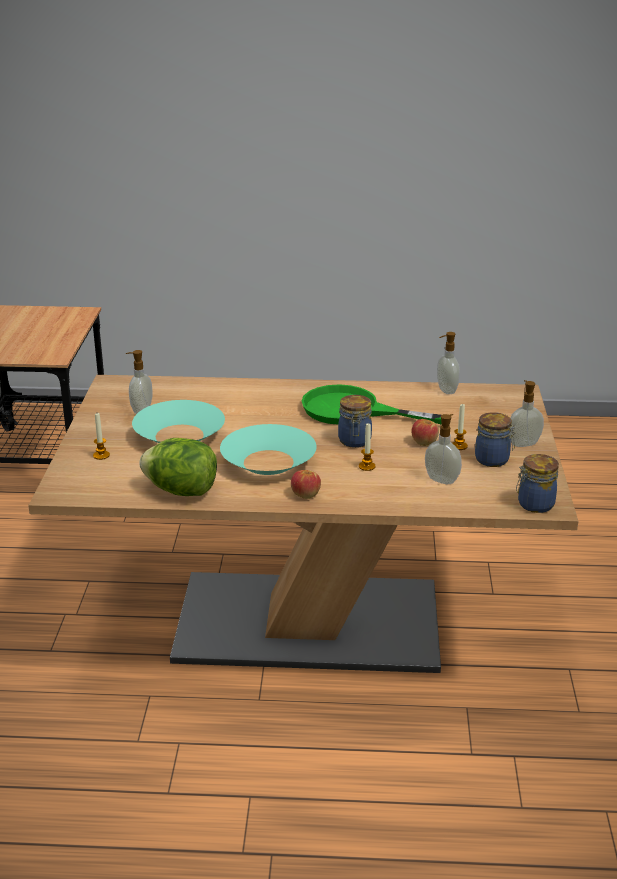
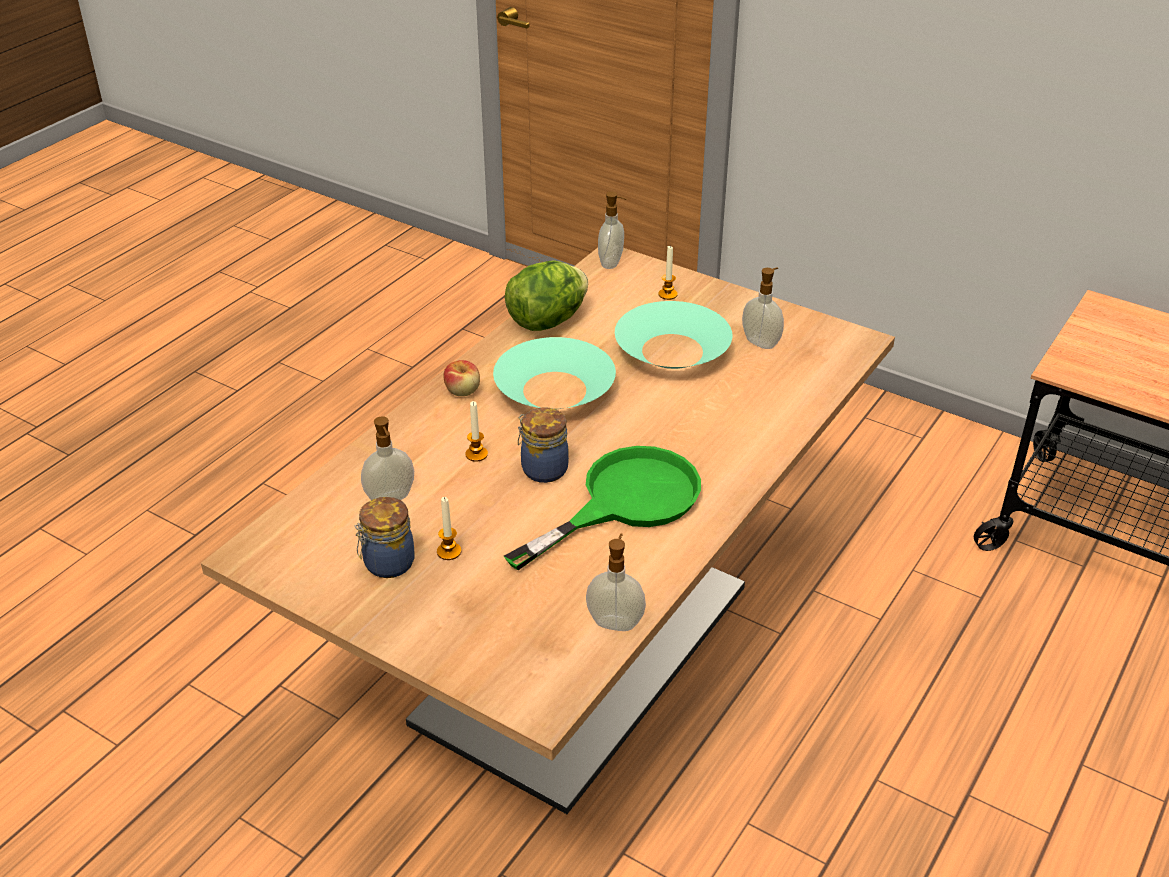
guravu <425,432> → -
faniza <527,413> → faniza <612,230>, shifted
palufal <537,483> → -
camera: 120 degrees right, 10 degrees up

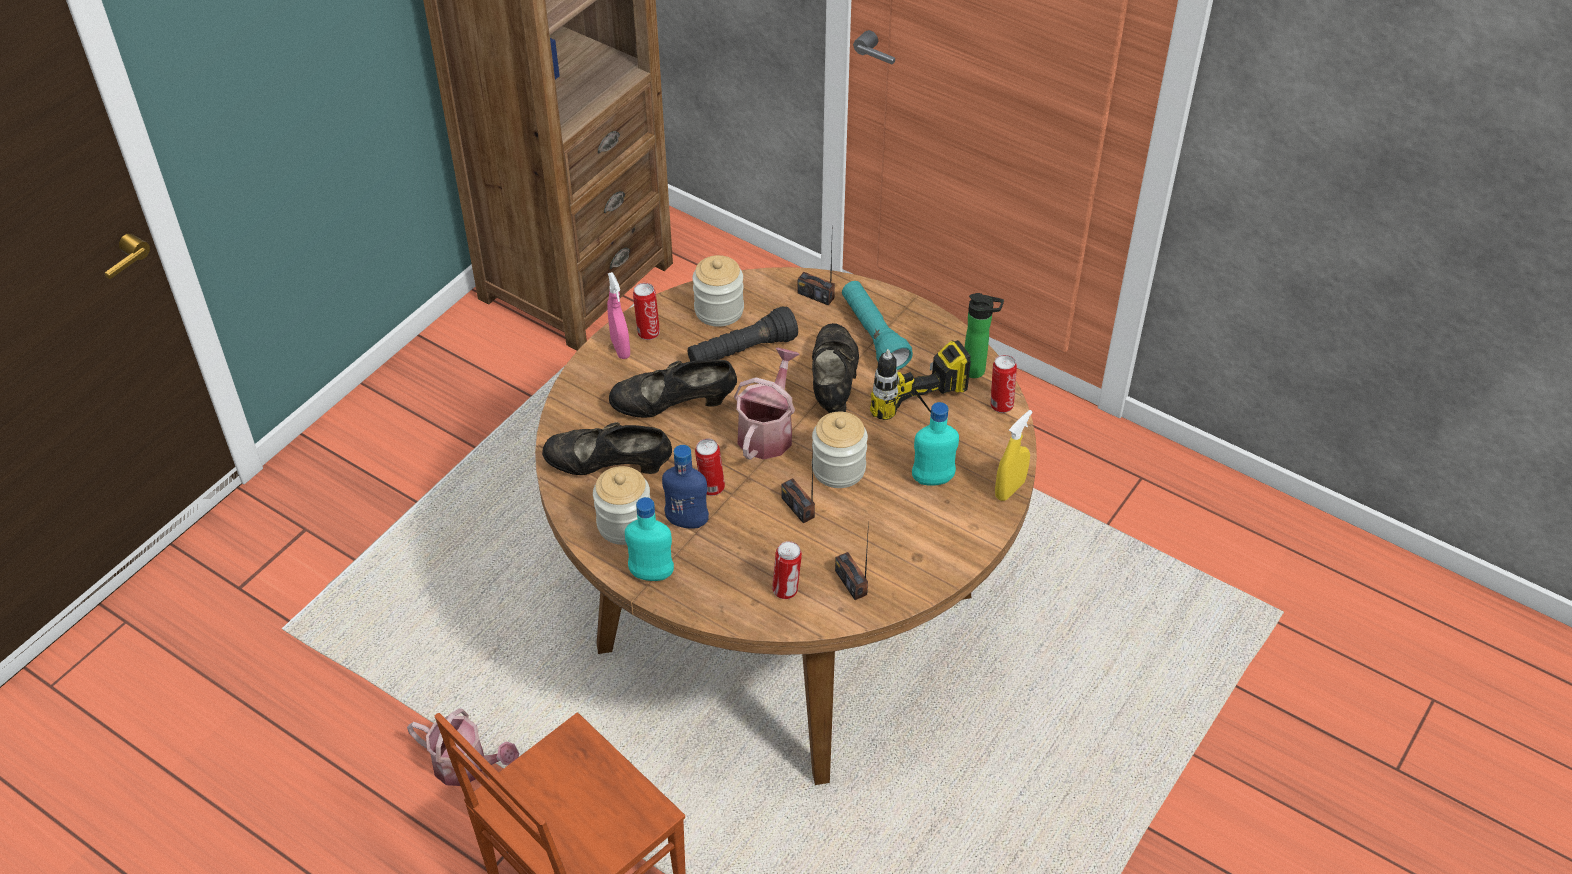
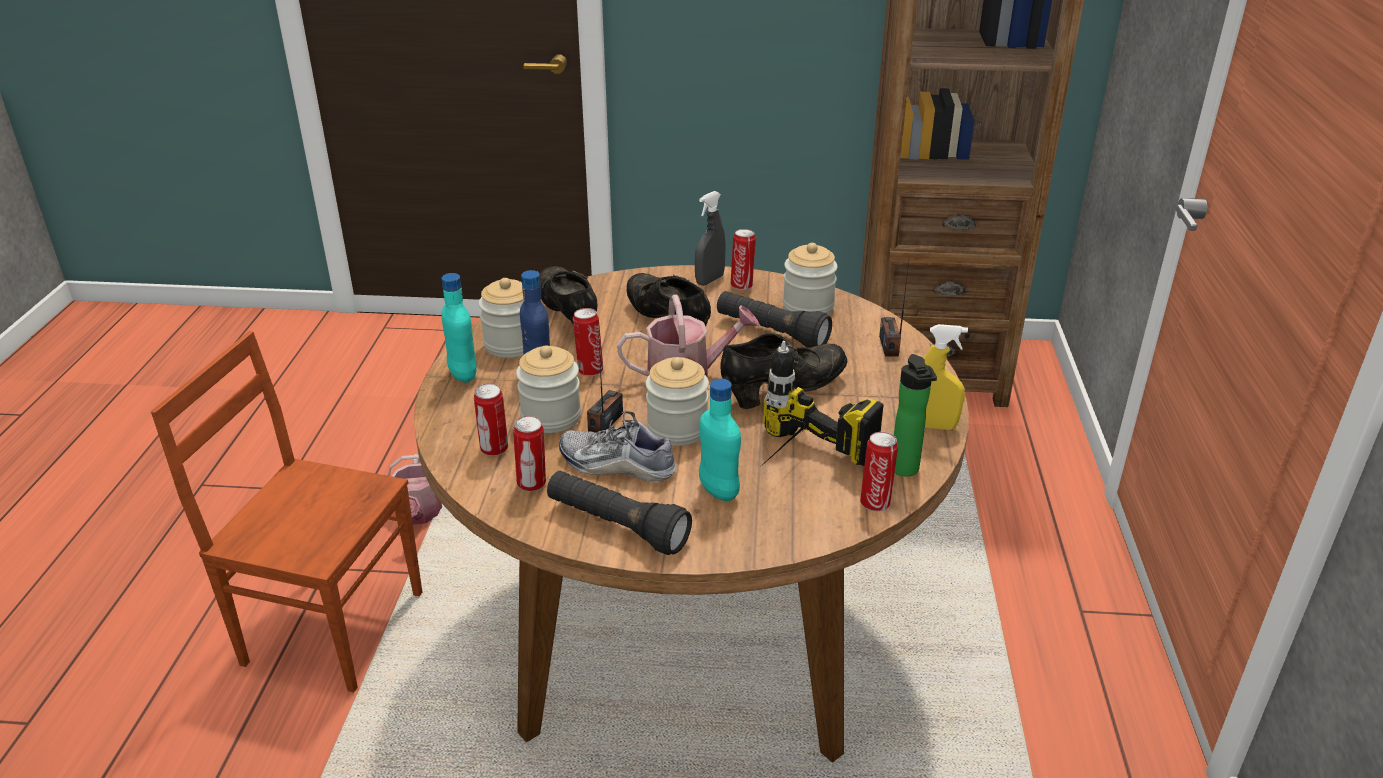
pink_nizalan <618,315> → grey_nizalan <710,238>
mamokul <852,560> → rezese <529,454>
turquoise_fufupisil <877,325> → -
yellow_nizalan <1013,455> → yellow_nizalan <946,377>, shifted
- → palufal <548,389>
- → black_fufupisil <619,513>
- → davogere <617,446>
camera: 60 degrees right, 15 degrees down

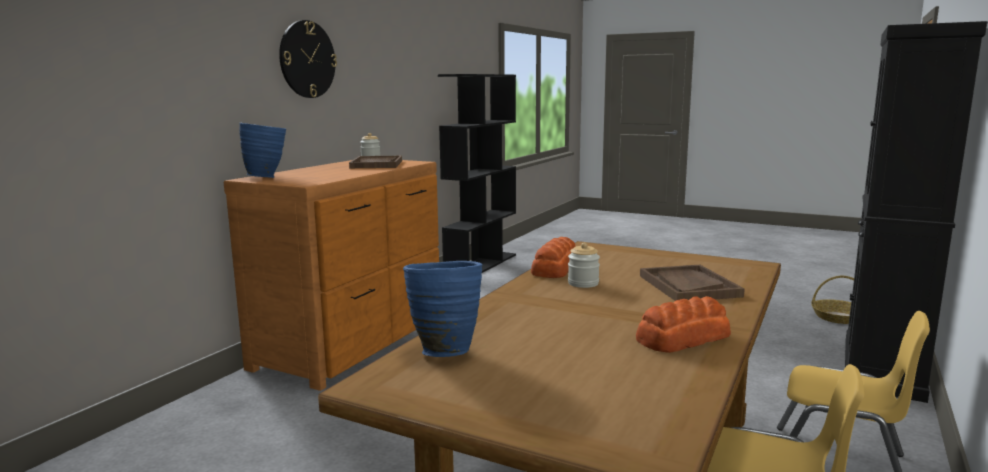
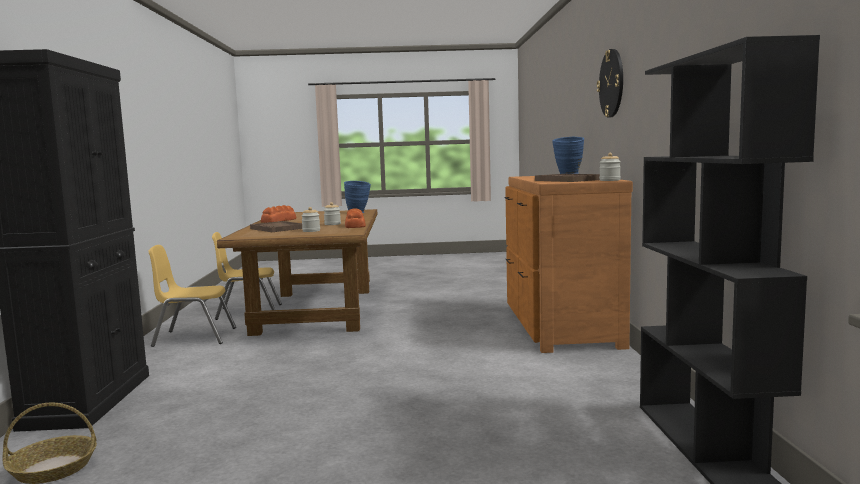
- → palufal <310,219>
camera: 150 degrees right, 5 degrees down

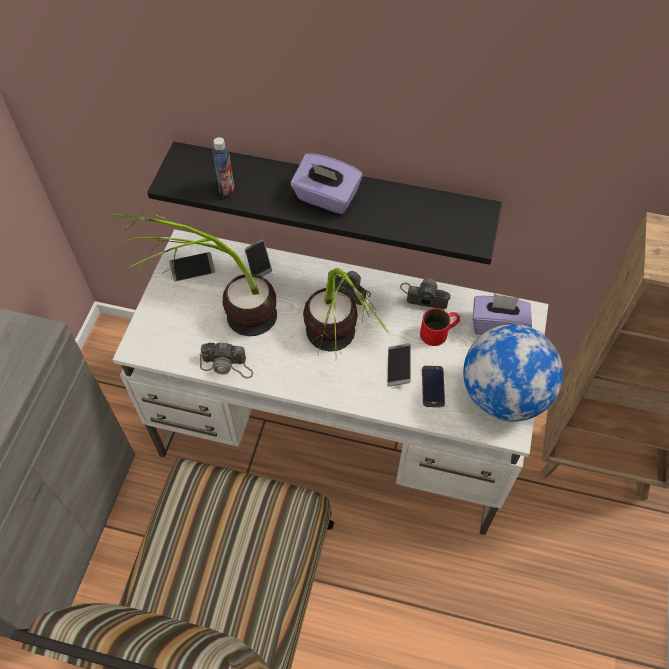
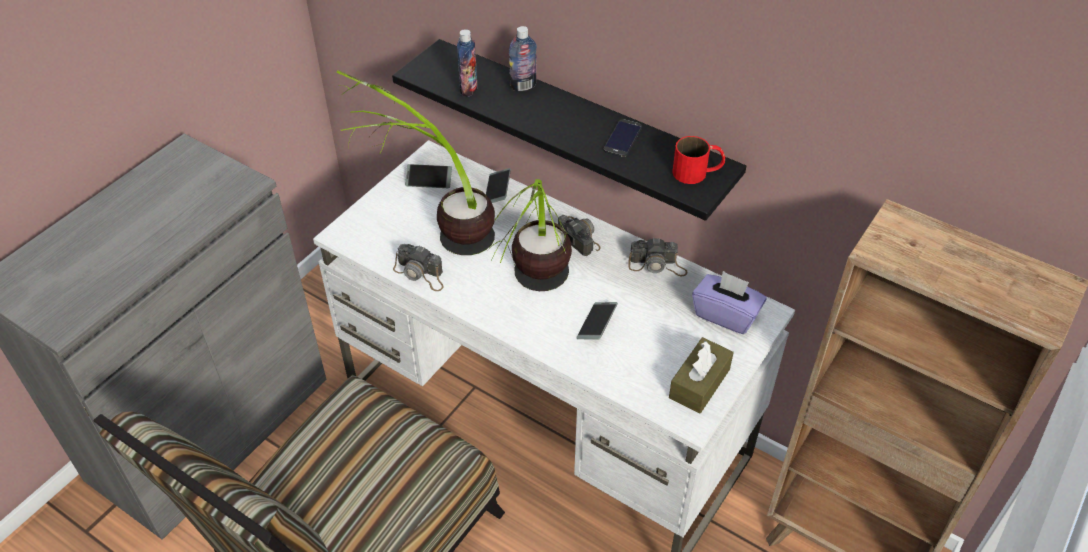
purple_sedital <327,183> → -
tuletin <425,293> → tuletin <657,257>, 150 degrees clockwise
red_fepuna <440,327> → red_fepuna <698,160>, shifted
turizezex <433,386> → turizezex <623,138>, shifted
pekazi <513,373> → brown_sedital <701,375>
- → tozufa <523,58>
camera: 20 degrees right, 10 degrees down

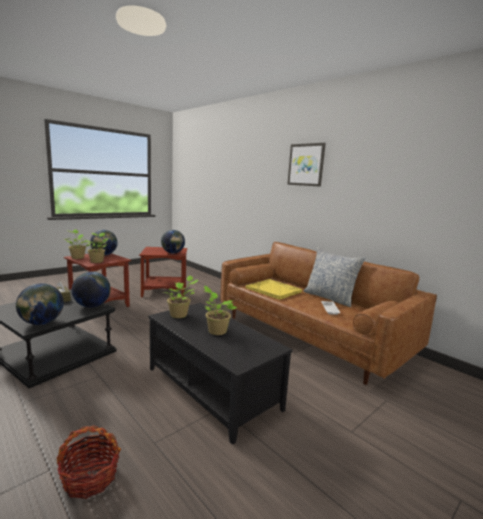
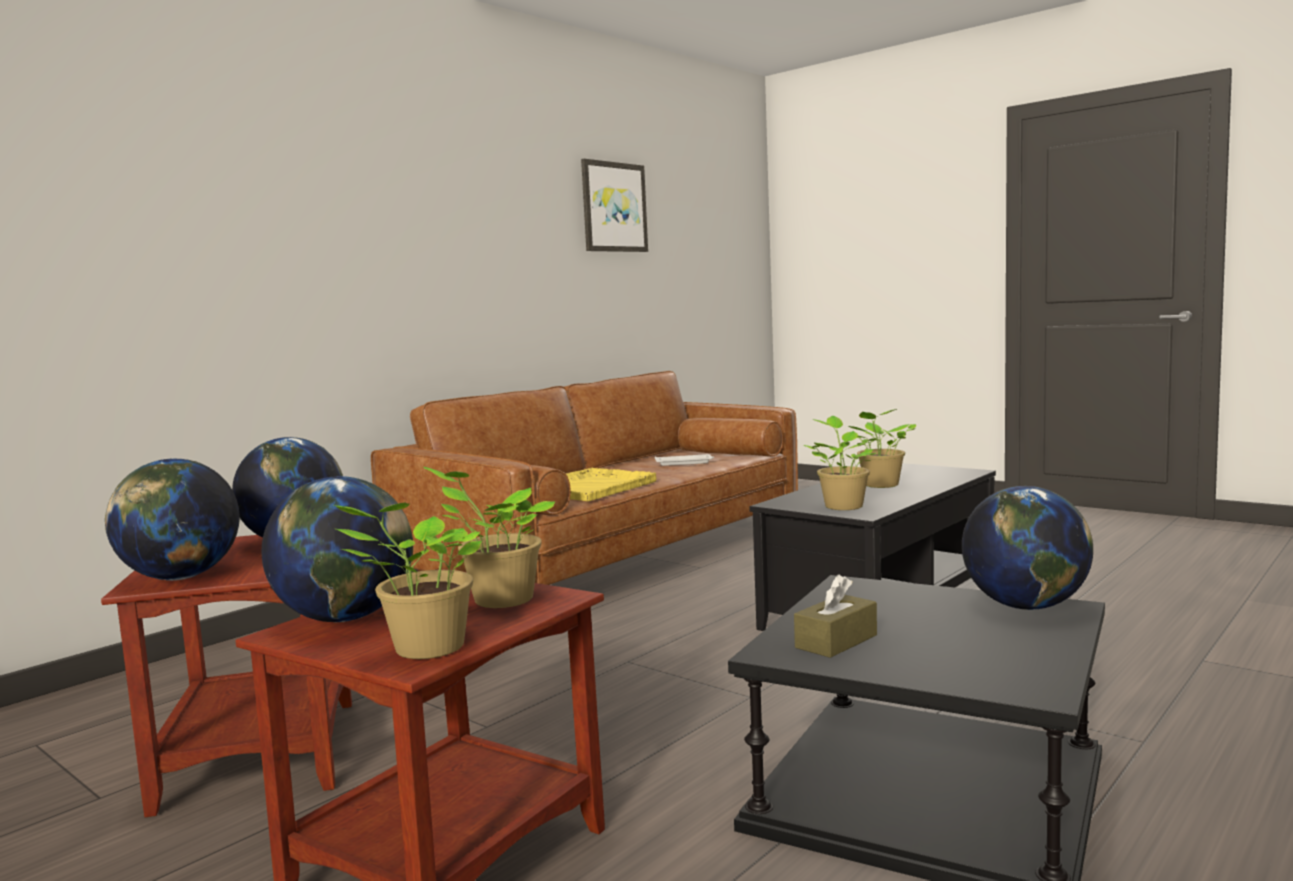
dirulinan <89,462> → -
pekazi <91,290> → pekazi <172,519>, shifted
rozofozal <306,165> → rozofozal <614,205>, shifted
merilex <334,277> → -
camera: 95 degrees left, 5 degrees down

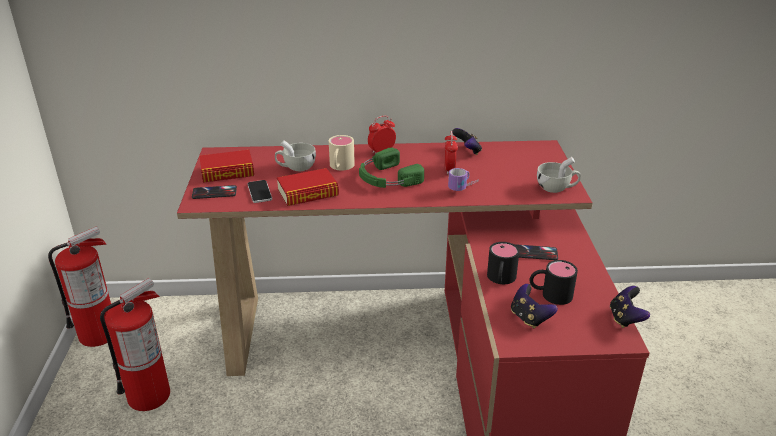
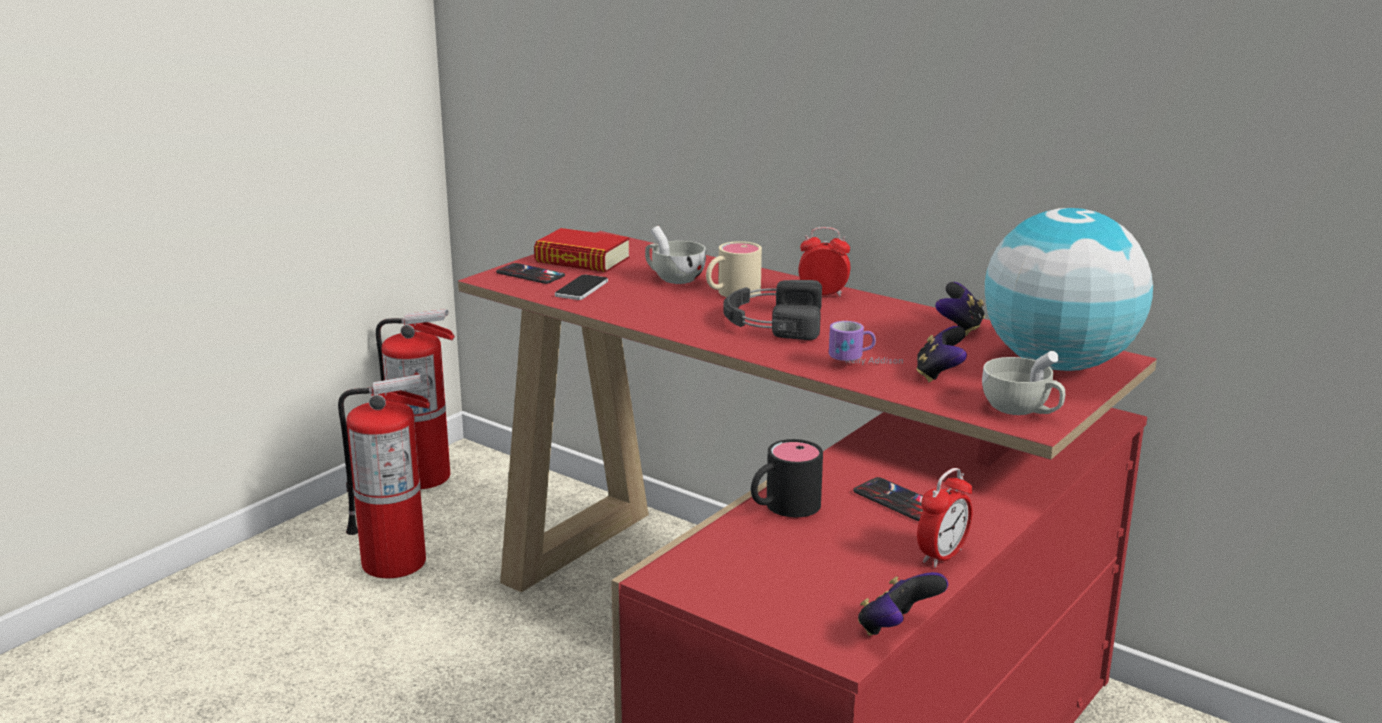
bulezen <308,187> → -
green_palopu <391,168> → black_palopu <772,310>
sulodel <451,153> → sulodel <945,517>, shifted
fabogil <534,306> → fabogil <941,354>, shifted
black_fepuna <554,282> → -
- → pekazi <1069,289>
camera: 40 degrees right, 10 degrees down

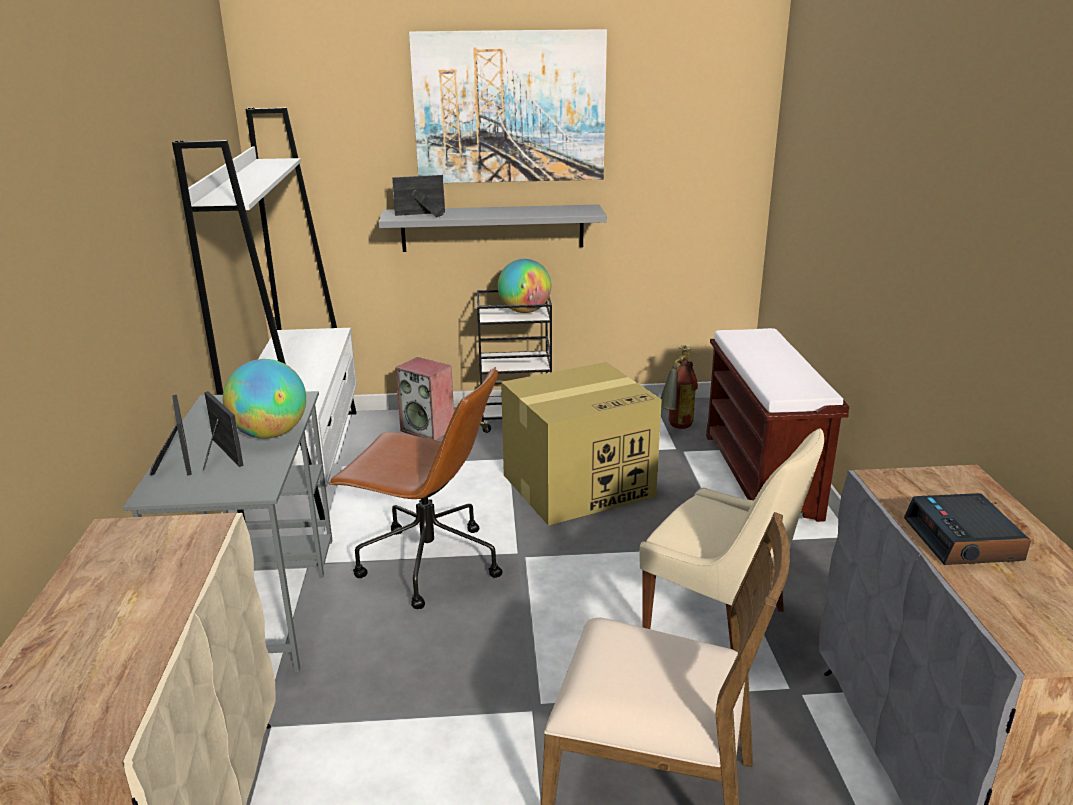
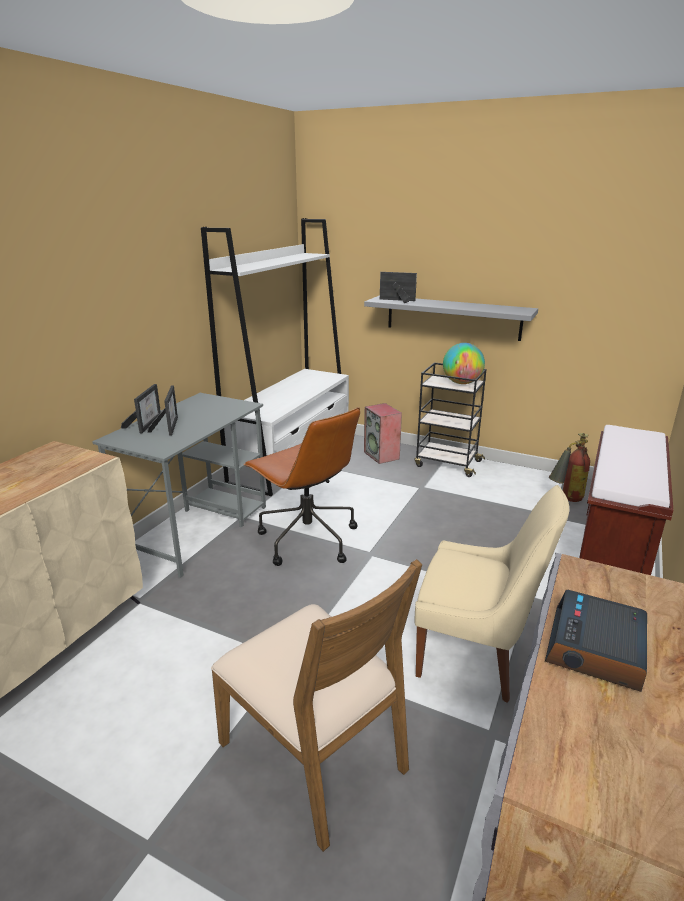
pekazi <264,399> → -
rozofozal <508,106> → -
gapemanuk <581,443> → -
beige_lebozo <732,538> → beige_lebozo <492,594>, 45 degrees counterclockwise
camera: 30 degrees right, 0 degrees up

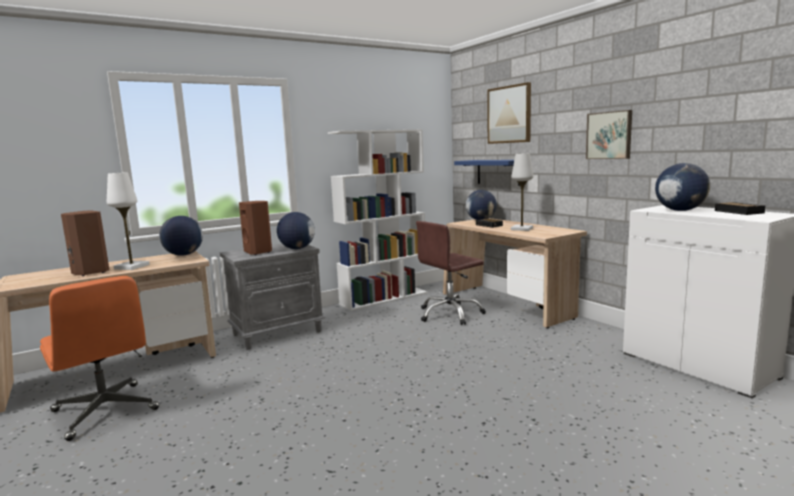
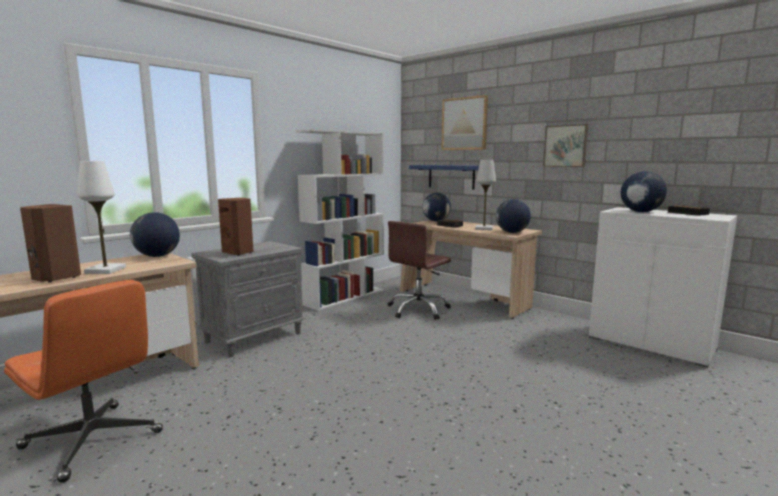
pekazi <296,230> → pekazi <513,216>, shifted
camera: 15 degrees left, 0 degrees up

